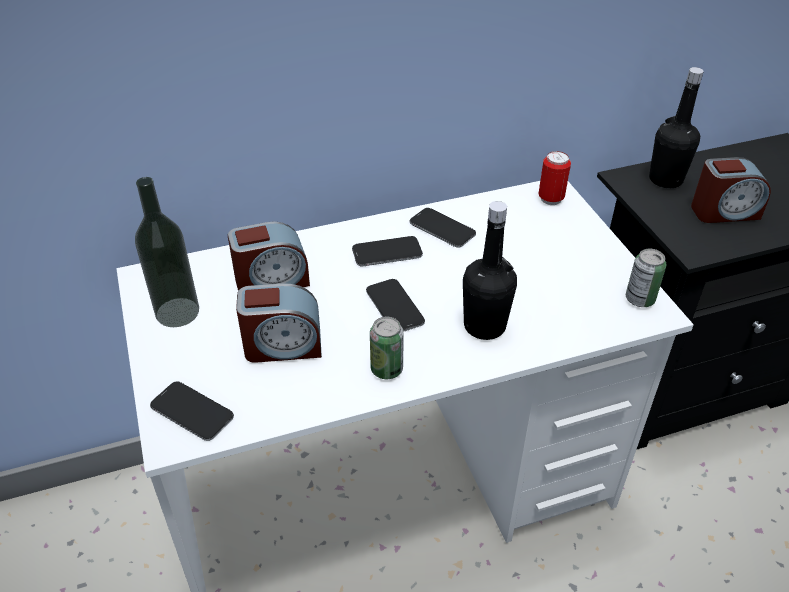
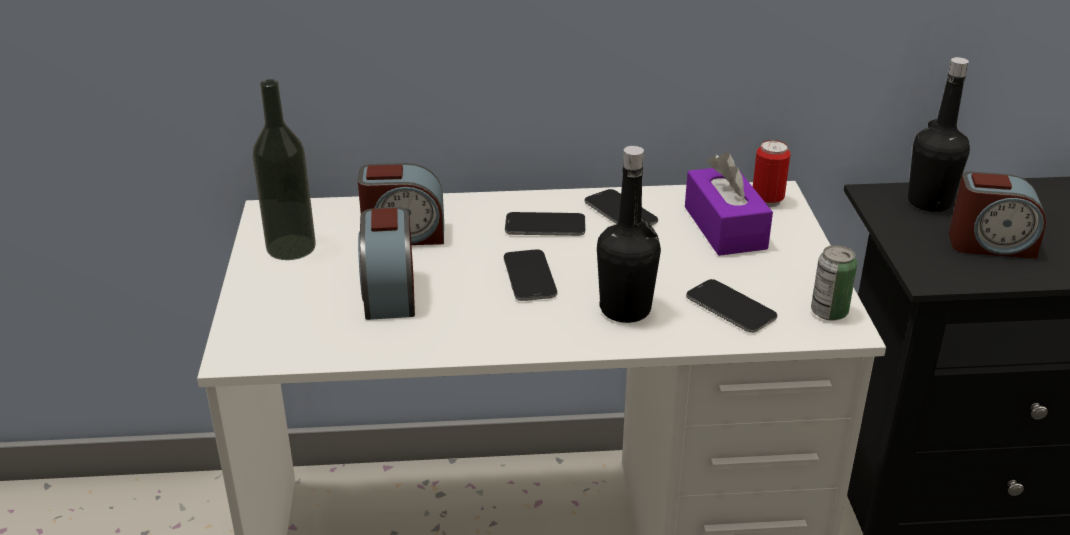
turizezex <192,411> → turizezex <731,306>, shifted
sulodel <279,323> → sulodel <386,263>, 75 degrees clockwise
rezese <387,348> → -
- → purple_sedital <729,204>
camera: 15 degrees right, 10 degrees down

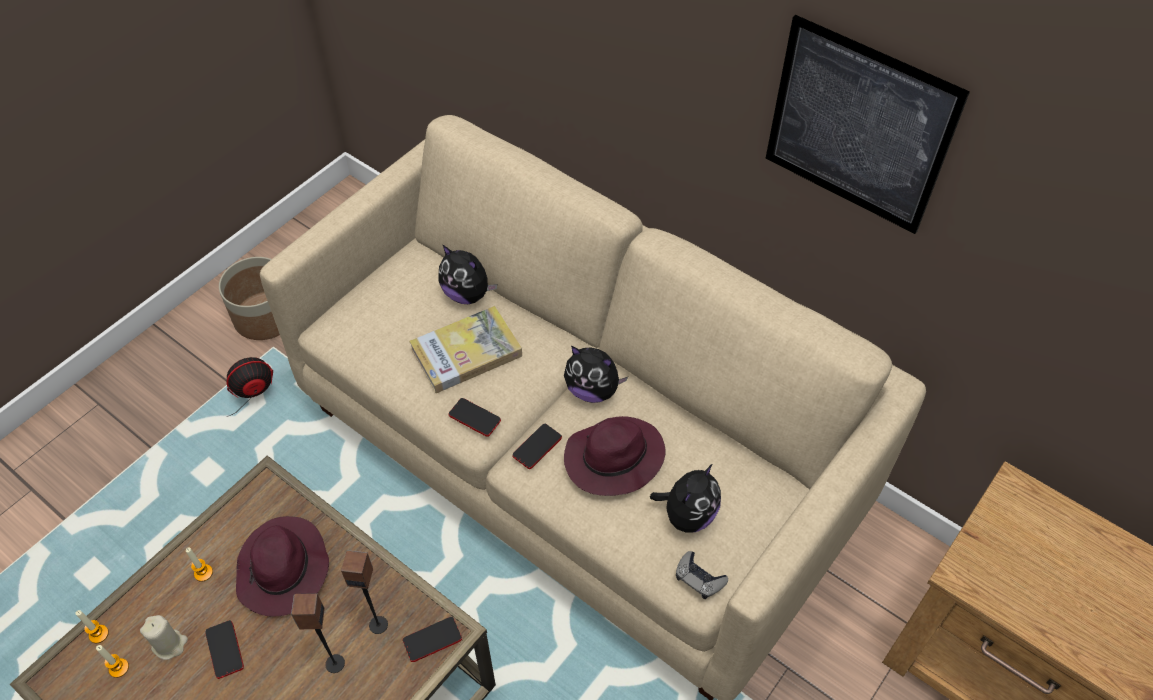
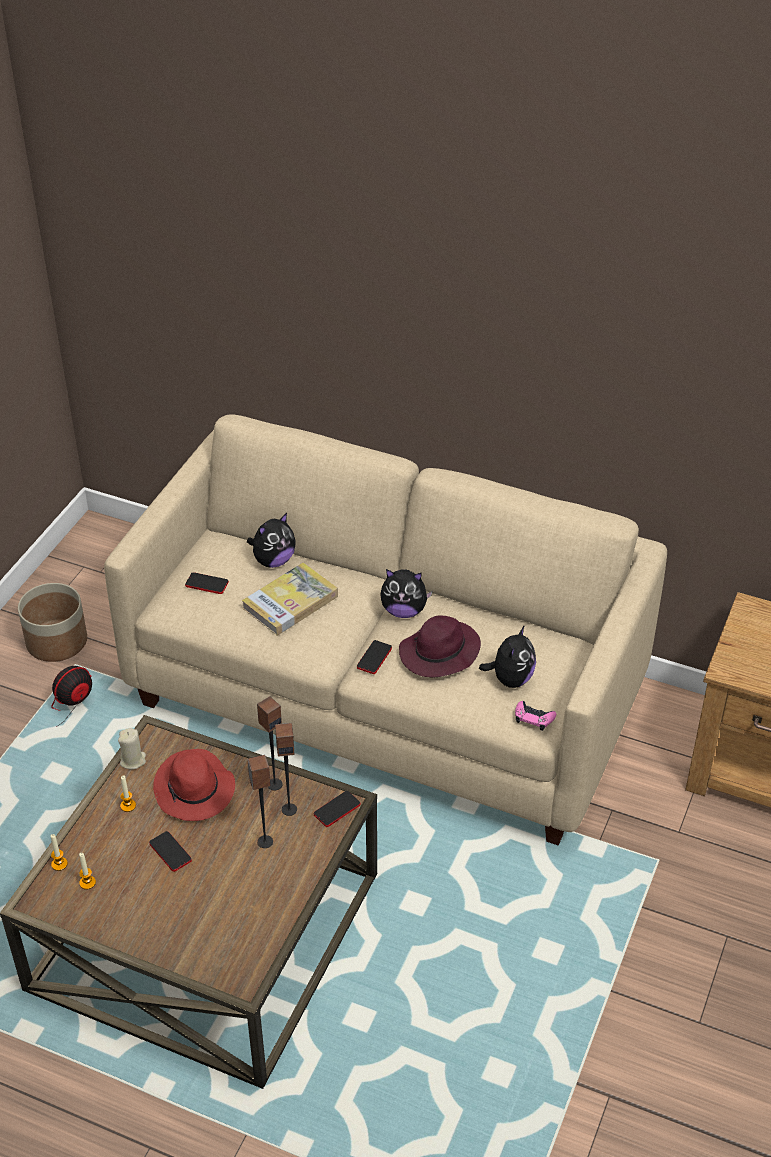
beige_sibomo <164,637> → beige_sibomo <132,749>, shifted
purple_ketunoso <282,566> → red_ketunoso <194,785>
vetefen <468,274> → vetefen <271,540>, 60 degrees counterclockwise
turizezex <474,417> → turizezex <207,583>, shifted
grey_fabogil <702,575> → pink_fabogil <535,716>
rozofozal <868,124> → -
- → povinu <270,743>
camera: 15 degrees left, 10 degrees down

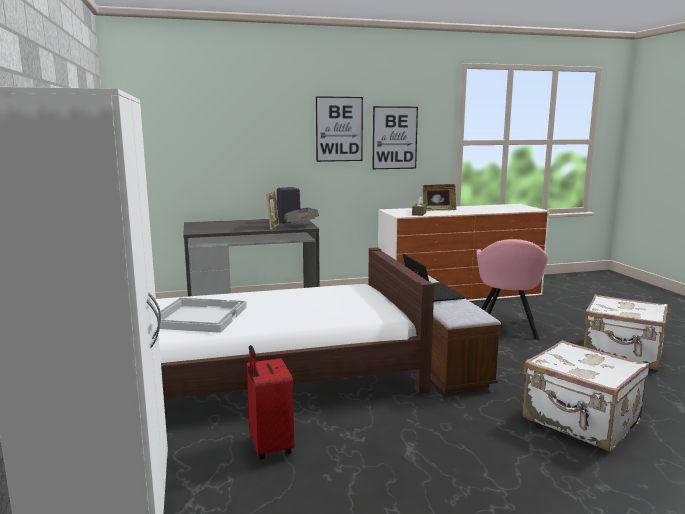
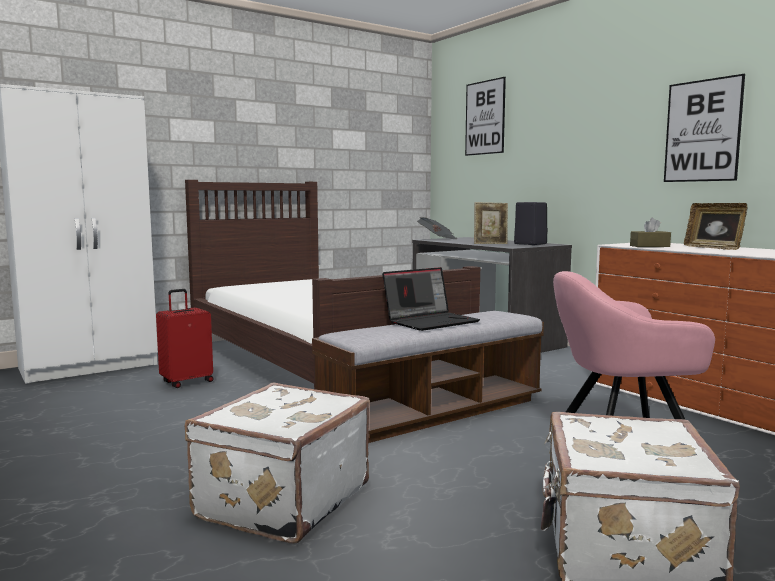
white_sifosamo <202,315> → -
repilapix <301,215> → repilapix <437,228>, shifted
rozofozal <339,129> → rozofozal <485,116>, shifted
camera: 70 degrees right, 5 degrees down

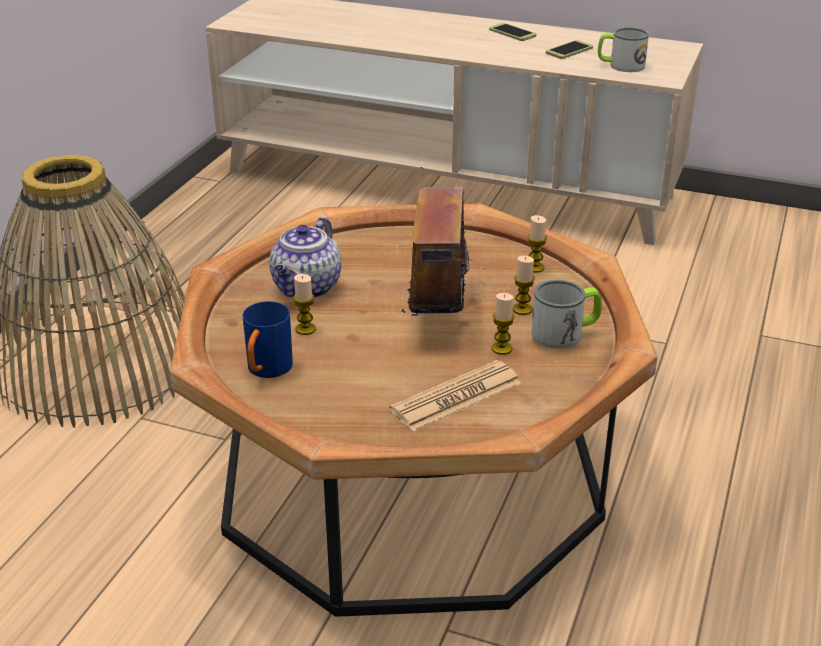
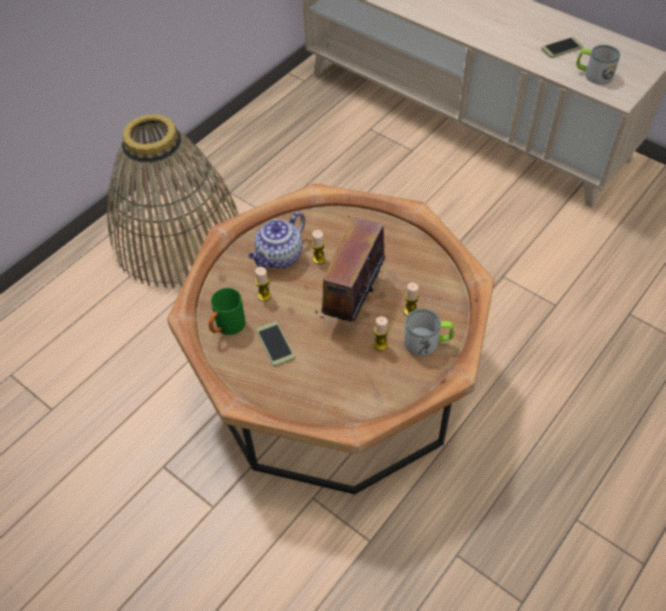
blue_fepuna <267,339> → green_fepuna <227,311>
repilapix <455,395> → -
turizezex <512,32> → turizezex <275,343>, shifted
sibomo <537,243> → sibomo <319,247>, shifted
camera: 20 degrees right, 20 degrees up

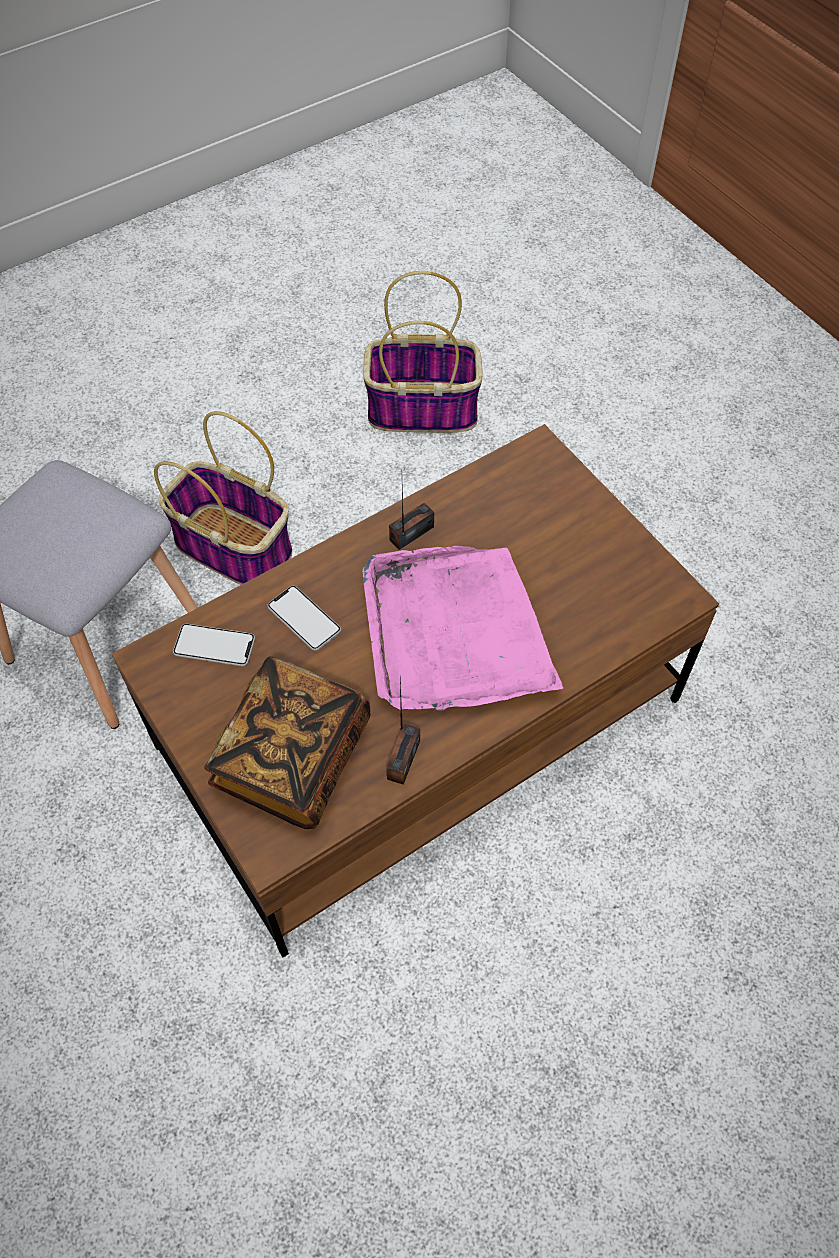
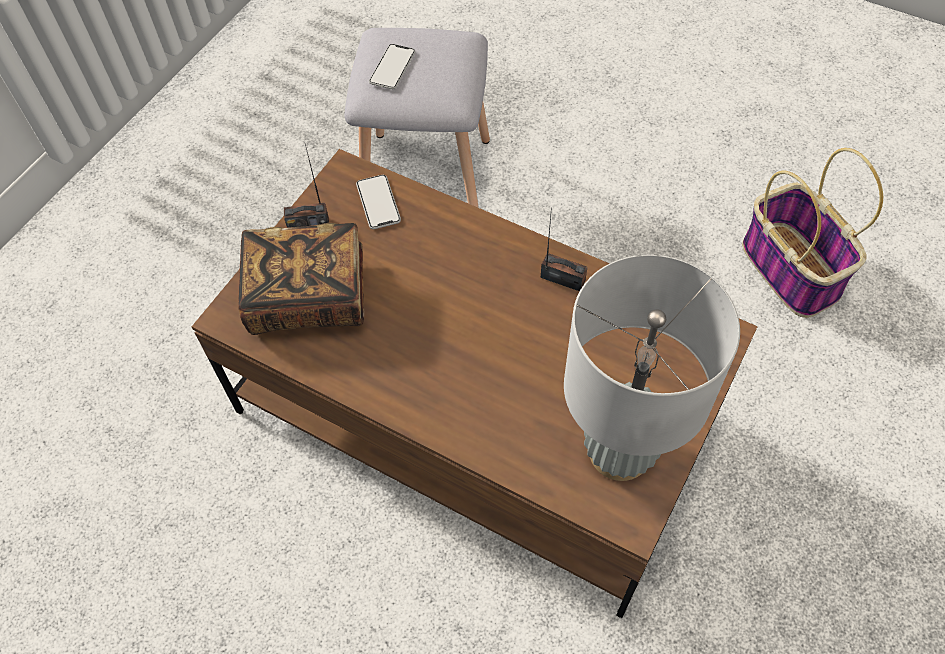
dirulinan <223,498> → -
turizezex <304,618> → turizezex <392,66>, shifted
pink_sifosamo <462,628> → -
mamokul <403,732> → mamokul <306,185>, shifted
- → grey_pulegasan <652,368>
camera: 65 degrees right, 0 degrees up

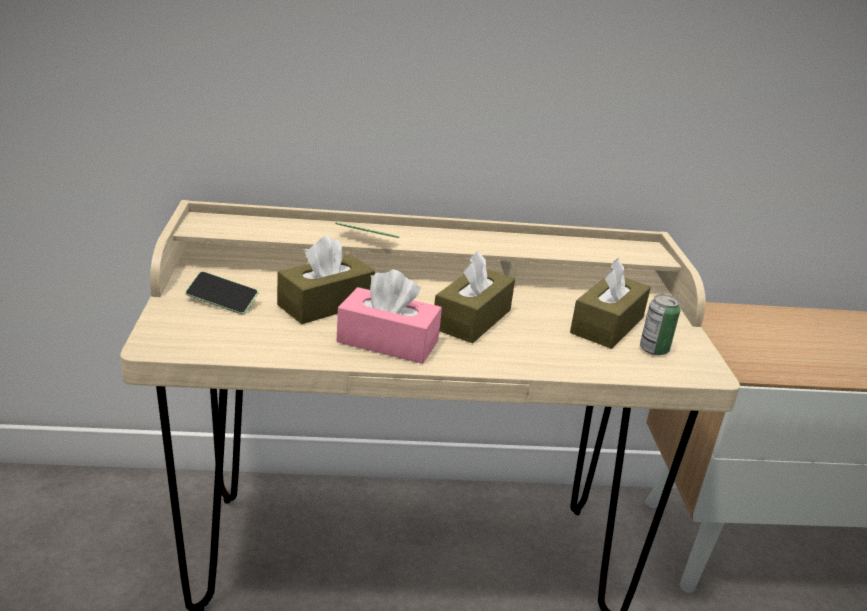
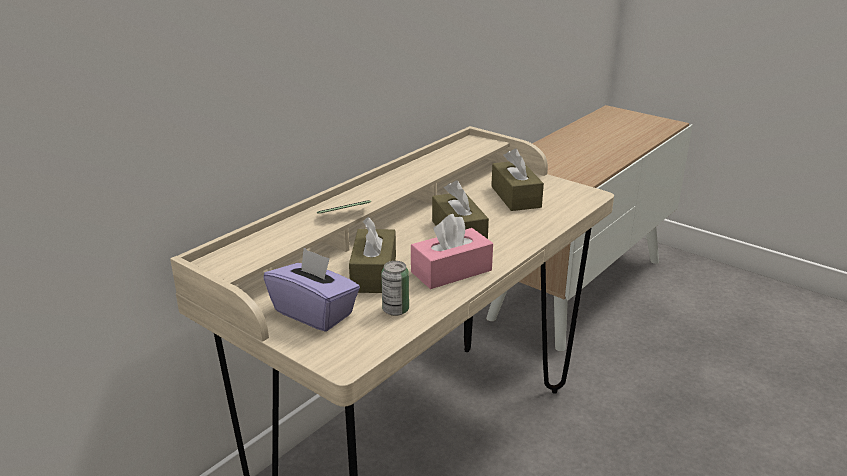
turizezex <221,292> → purple_sedital <311,290>
rezese <660,324> → rezese <395,288>, shifted
camera: 45 degrees left, 0 degrees up

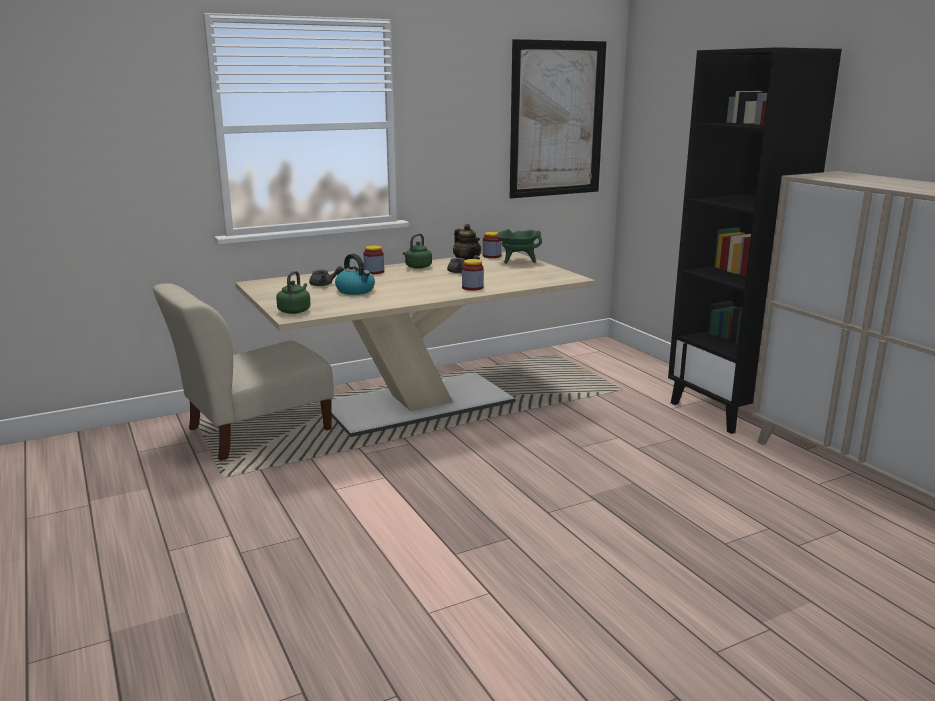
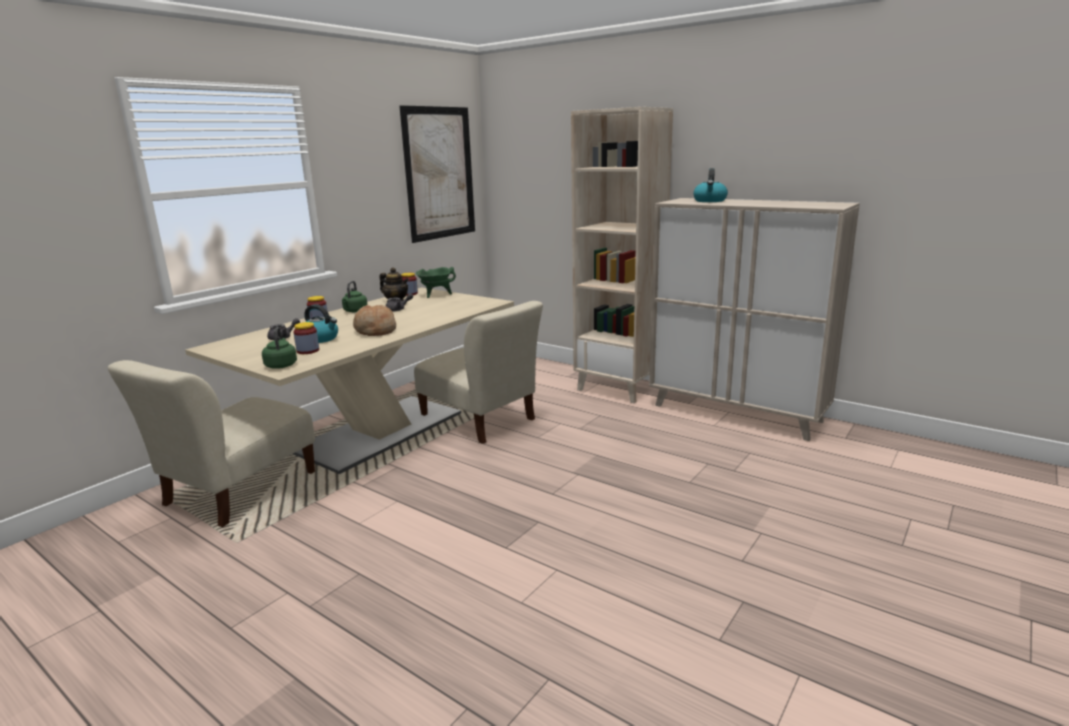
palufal <473,275> → palufal <306,338>, shifted
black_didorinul <755,240> → beige_didorinul <622,255>
- → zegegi <374,320>
- → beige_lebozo <478,372>
- → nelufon <710,185>
camera: 25 degrees left, 0 degrees up

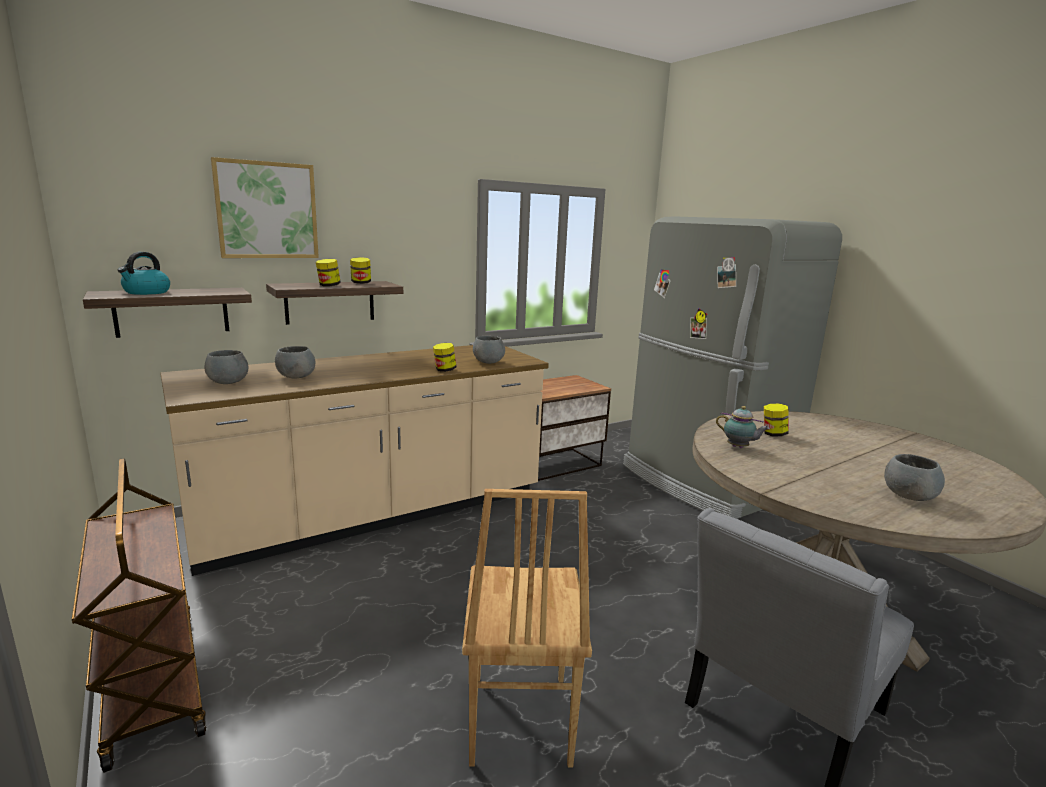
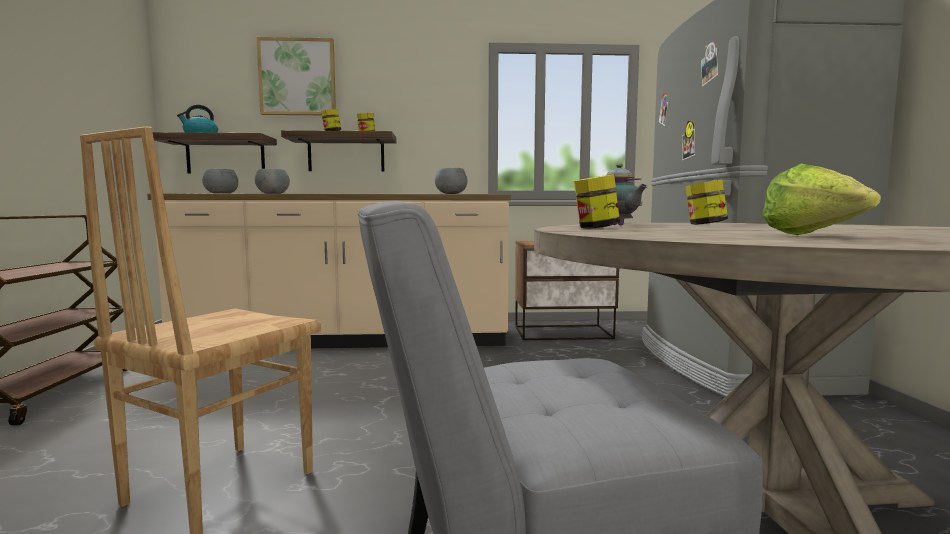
palufal <444,357> → palufal <597,201>, shifted
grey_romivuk <914,477> → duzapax <821,199>
camera: 30 degrees right, 10 degrees down

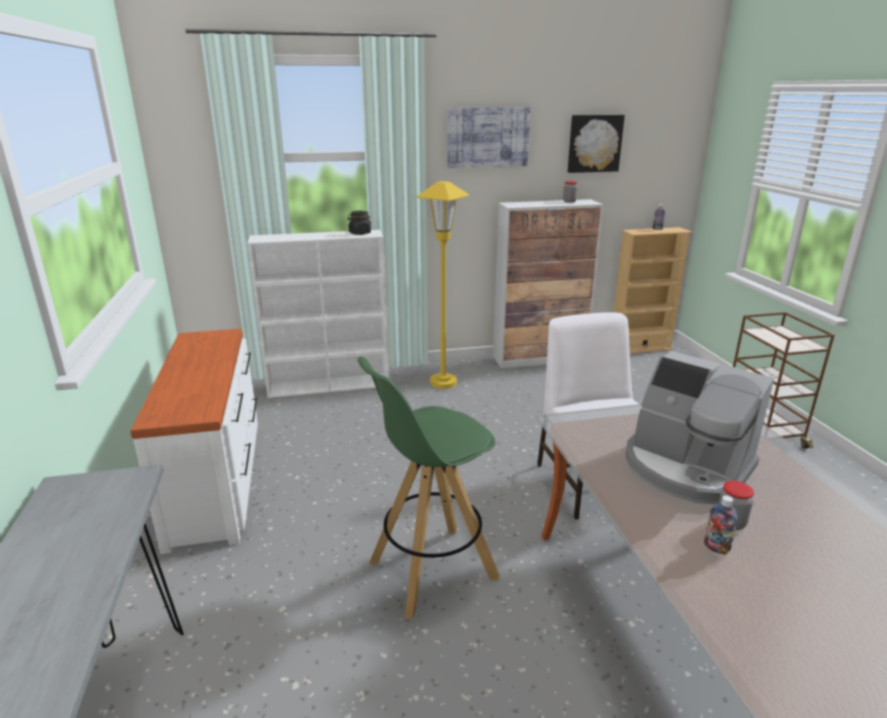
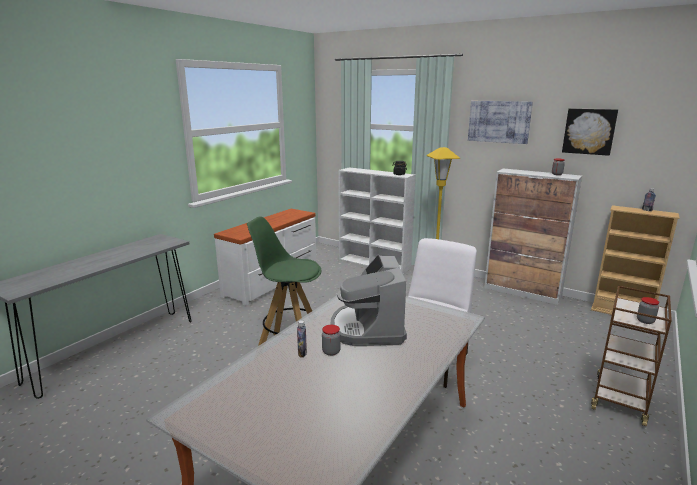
- → palufal <648,310>
camera: 45 degrees right, 5 degrees down

